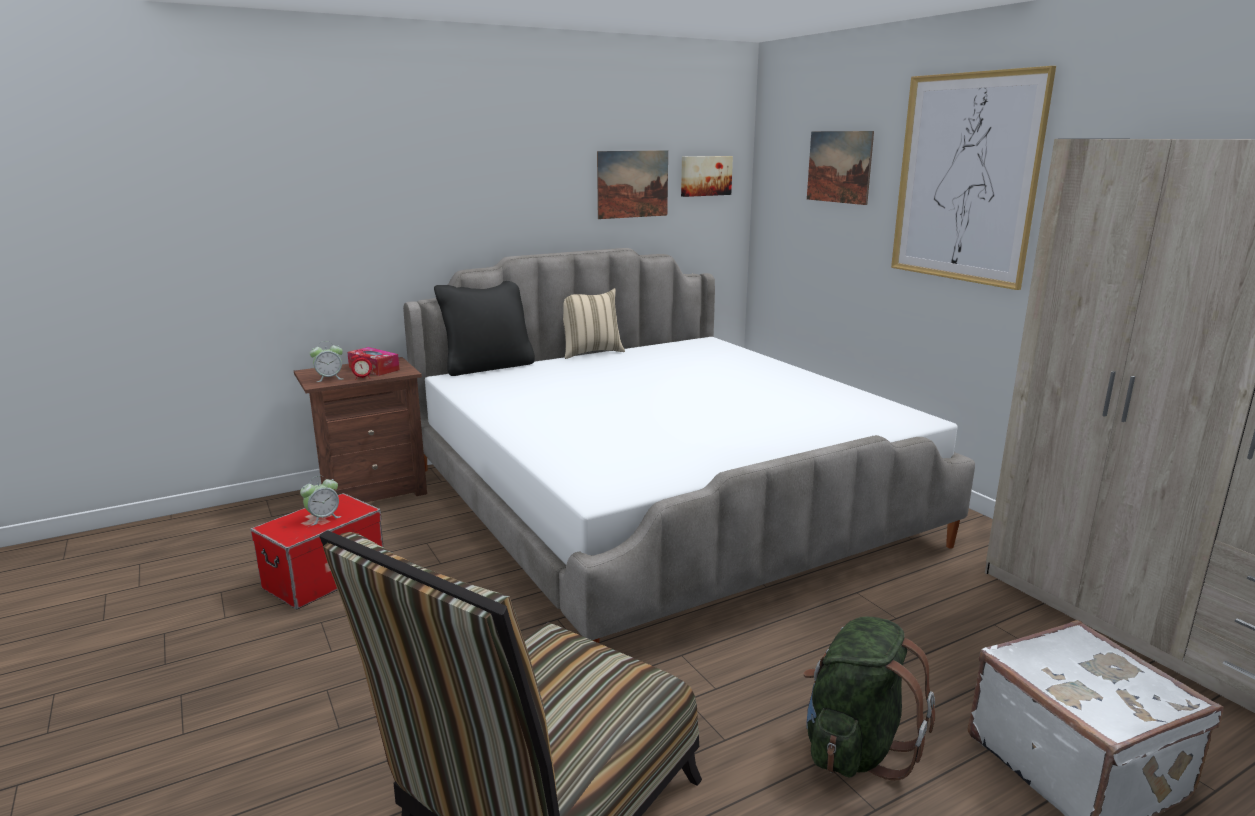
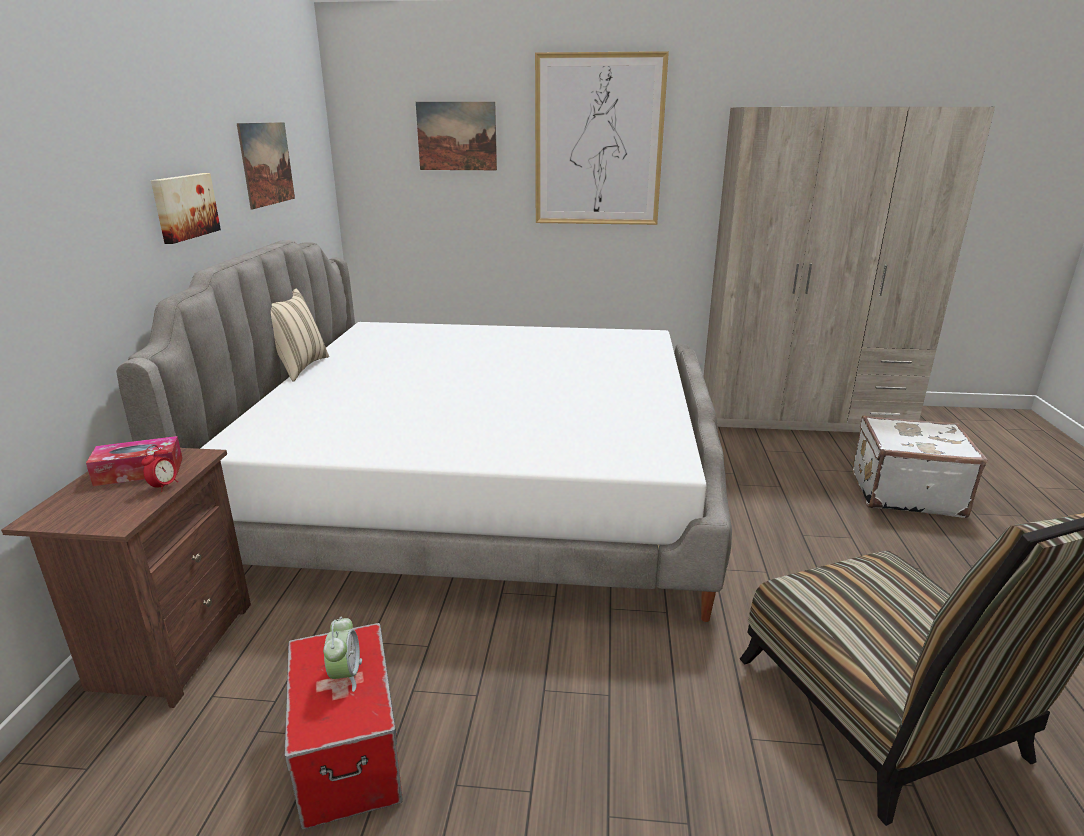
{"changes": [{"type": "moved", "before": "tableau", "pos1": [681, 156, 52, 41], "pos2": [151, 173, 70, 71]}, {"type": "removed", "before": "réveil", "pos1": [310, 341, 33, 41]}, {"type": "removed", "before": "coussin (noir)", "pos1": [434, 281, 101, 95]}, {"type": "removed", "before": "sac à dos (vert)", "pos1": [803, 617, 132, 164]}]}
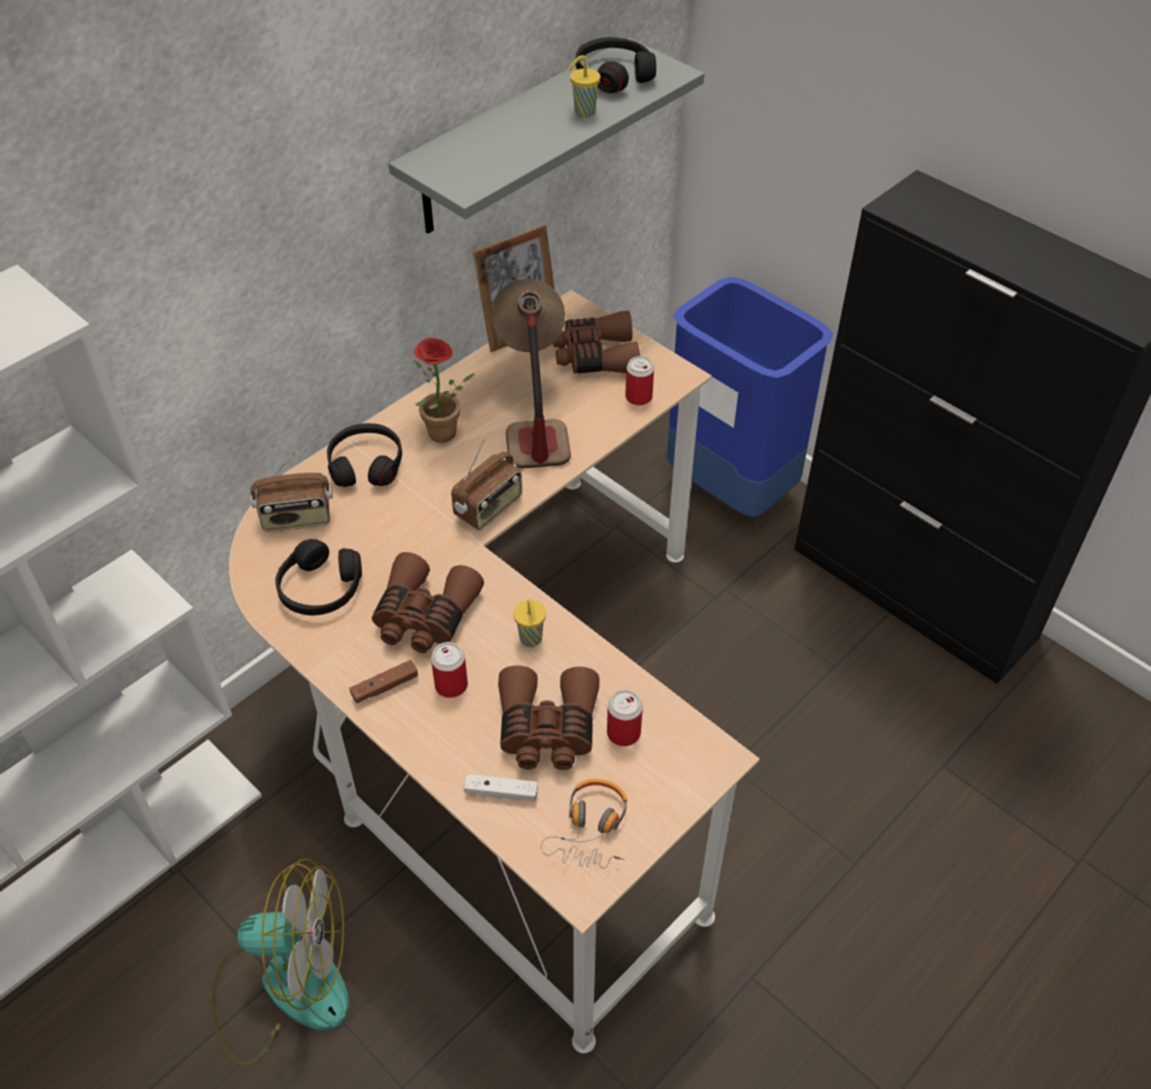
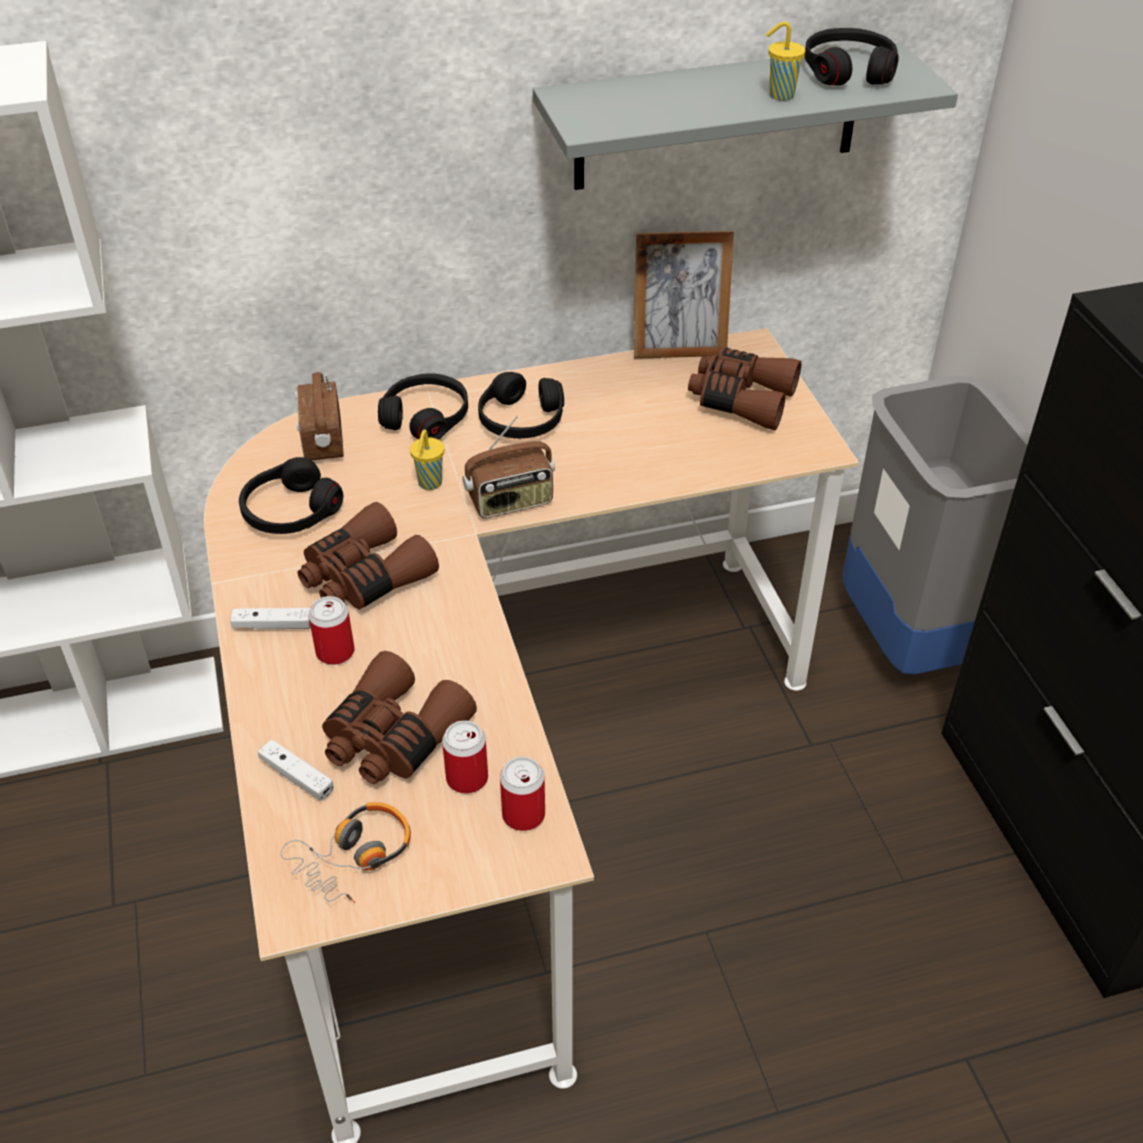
{"changes": [{"type": "recoloured", "before": "manette (marron)", "after": "manette (blanc)", "pos1": [350, 660, 68, 44], "pos2": [230, 608, 81, 21]}, {"type": "turned", "before": "radio", "pos1": [250, 451, 83, 81], "pos2": [295, 372, 49, 88], "turn": 60}, {"type": "moved", "before": "tasse (jaune)", "pos1": [513, 599, 33, 48], "pos2": [410, 429, 35, 61]}, {"type": "replaced", "before": "plante en pot", "after": "casque audio (noir)", "pos1": [413, 338, 62, 105], "pos2": [478, 372, 86, 67]}, {"type": "moved", "before": "boîte métallique", "pos1": [625, 356, 29, 49], "pos2": [500, 757, 45, 74]}, {"type": "recoloured", "before": "poubelle (bleu)", "after": "poubelle (gris)", "pos1": [667, 277, 166, 240], "pos2": [843, 376, 188, 299]}, {"type": "removed", "before": "ventilateur", "pos1": [211, 859, 138, 207]}, {"type": "removed", "before": "lampe de table", "pos1": [491, 279, 80, 190]}]}
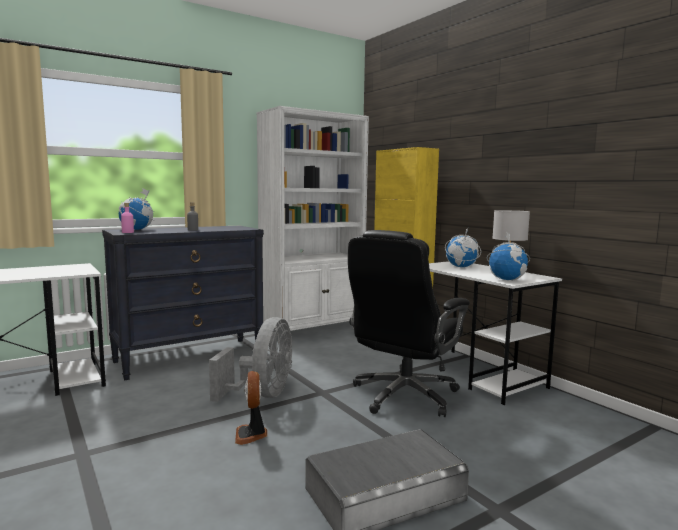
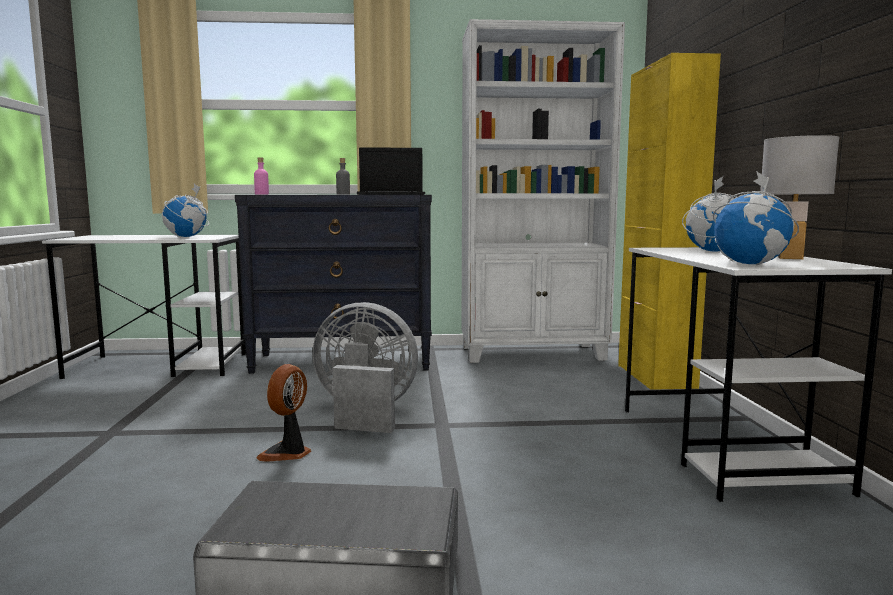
{"changes": [{"type": "moved", "before": "globe", "pos1": [119, 188, 36, 42], "pos2": [162, 184, 47, 53]}, {"type": "turned", "before": "ventilateur (gris)", "pos1": [209, 317, 83, 85], "pos2": [313, 302, 105, 131], "turn": -120}, {"type": "added", "after": "ordinateur portable", "pos2": [357, 147, 68, 48]}, {"type": "removed", "before": "chaise de bureau (noir)", "pos1": [348, 230, 122, 187]}]}
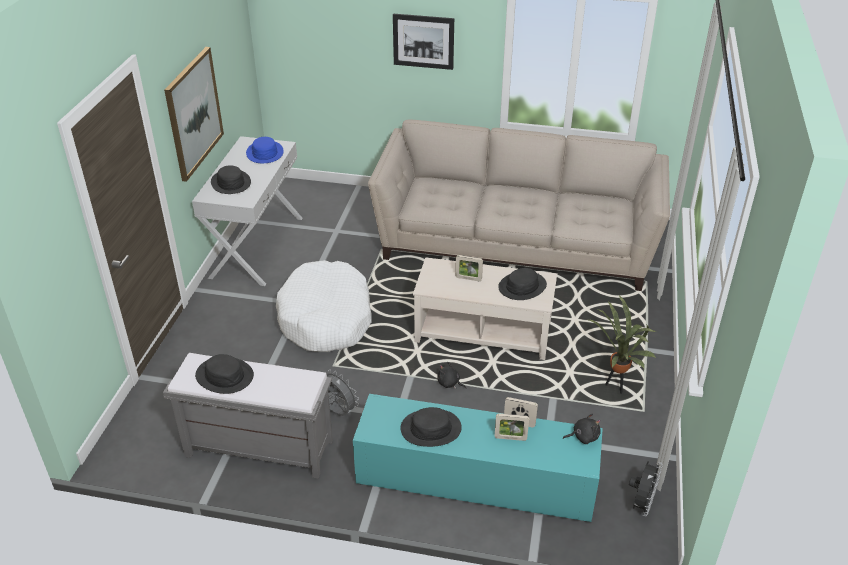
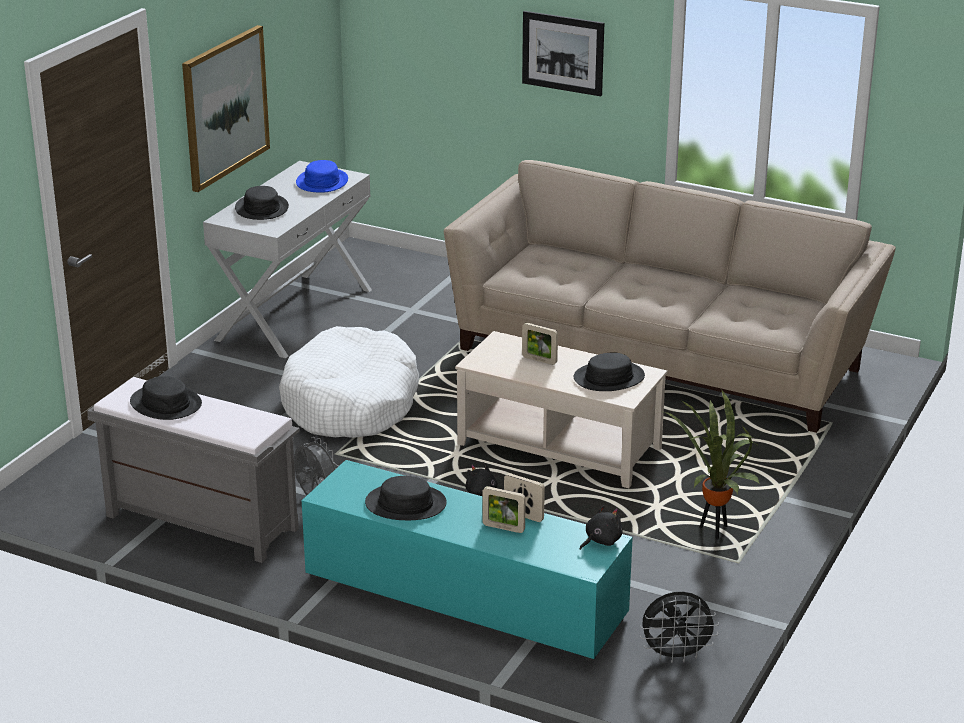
{"changes": [{"type": "turned", "before": "peluche (noir)", "pos1": [563, 413, 38, 31], "pos2": [580, 505, 42, 45], "turn": -45}, {"type": "turned", "before": "ventilateur (noir)", "pos1": [629, 461, 34, 55], "pos2": [640, 592, 79, 71], "turn": 45}]}
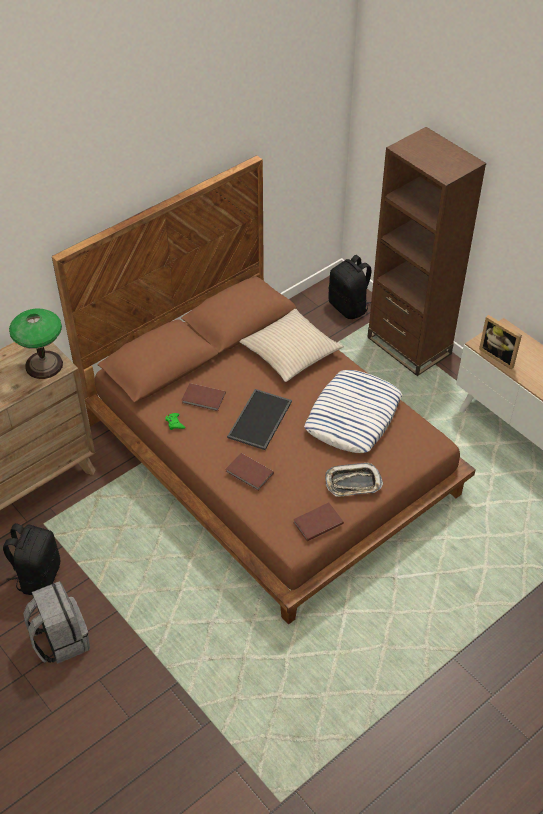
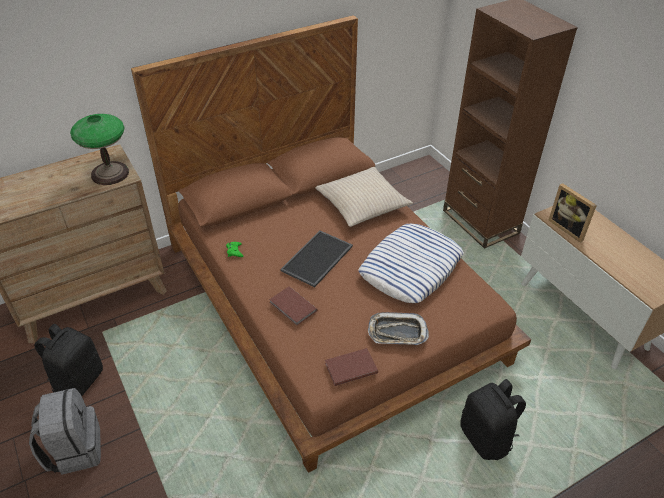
{"changes": [{"type": "moved", "before": "sac à dos (noir)", "pos1": [328, 255, 43, 64], "pos2": [460, 379, 66, 81]}, {"type": "removed", "before": "livre (marron)", "pos1": [182, 383, 44, 28]}]}
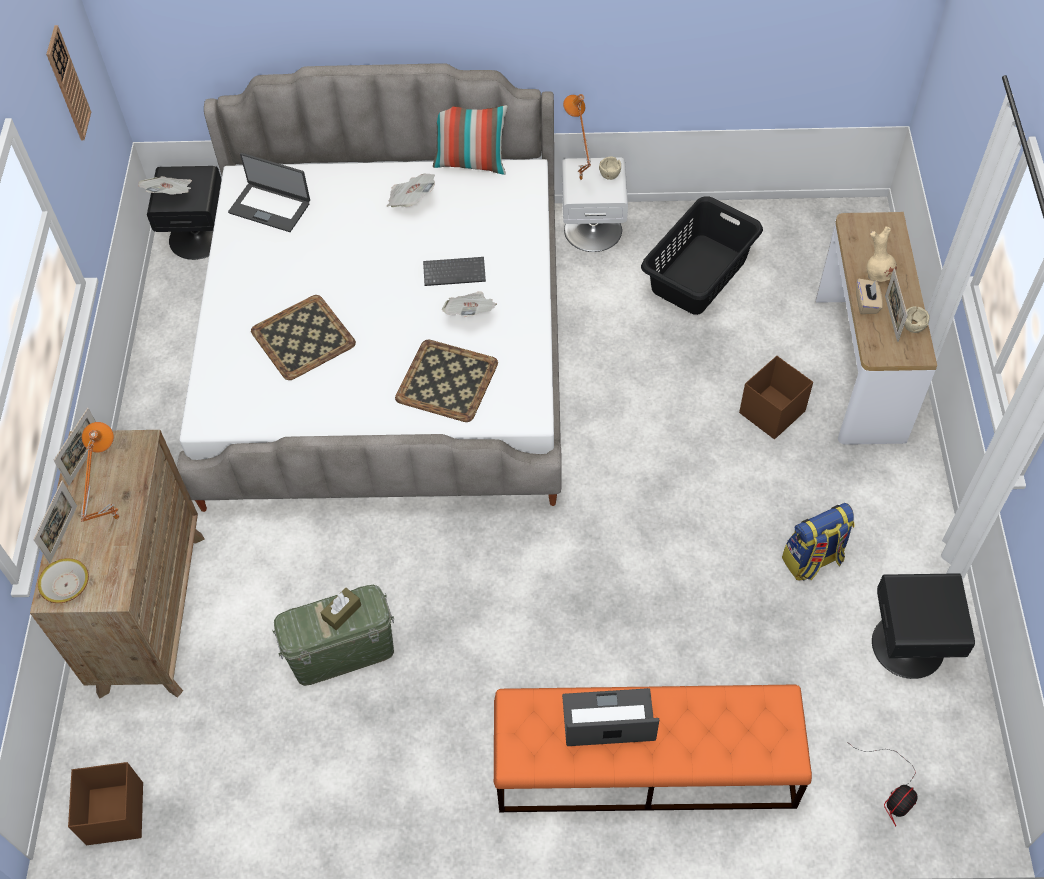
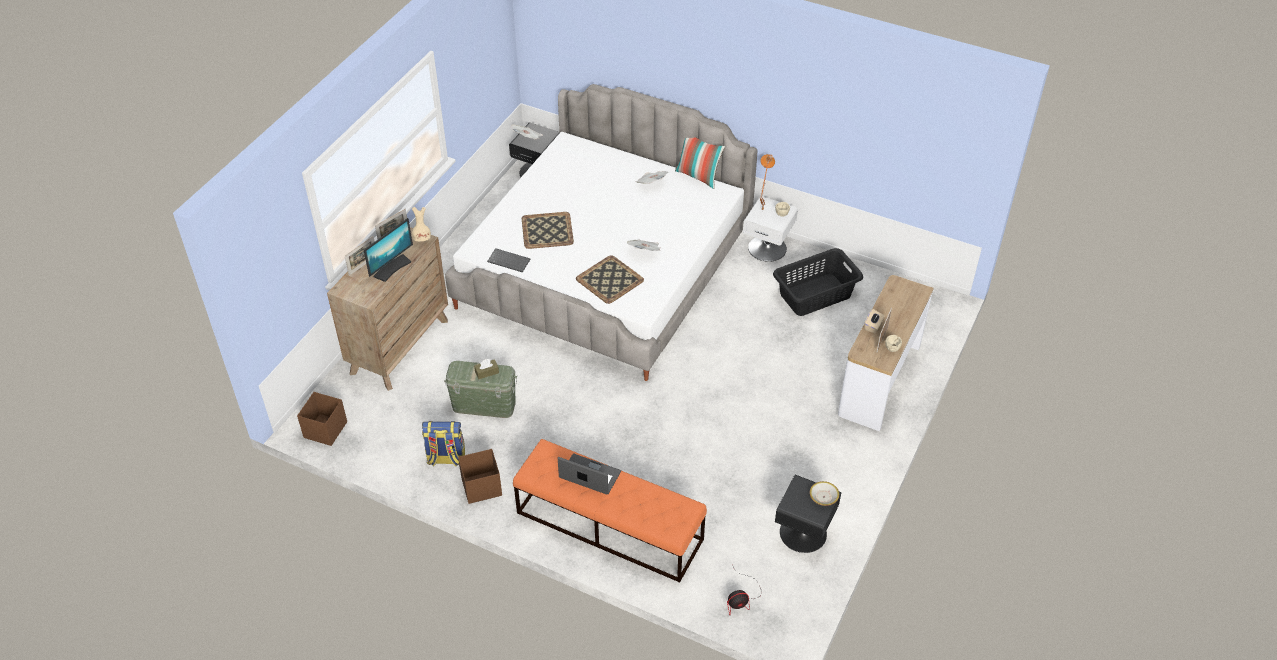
{"changes": [{"type": "replaced", "before": "lampe de table (orange)", "after": "écran d'ordinateur", "pos1": [81, 422, 38, 100], "pos2": [364, 218, 49, 64]}, {"type": "moved", "before": "vase (beige)", "pos1": [867, 226, 30, 56], "pos2": [412, 207, 19, 34]}, {"type": "moved", "before": "sac à dos", "pos1": [782, 503, 72, 77], "pos2": [422, 421, 43, 46]}, {"type": "moved", "before": "boîte de rangement (marron)", "pos1": [739, 356, 74, 83], "pos2": [458, 449, 44, 55]}, {"type": "moved", "before": "clavier", "pos1": [423, 257, 63, 29], "pos2": [487, 248, 43, 24]}, {"type": "moved", "before": "bol", "pos1": [38, 558, 51, 45], "pos2": [810, 481, 29, 25]}, {"type": "removed", "before": "horloge murale", "pos1": [46, 25, 45, 115]}, {"type": "removed", "before": "ordinateur portable", "pos1": [228, 153, 82, 79]}]}
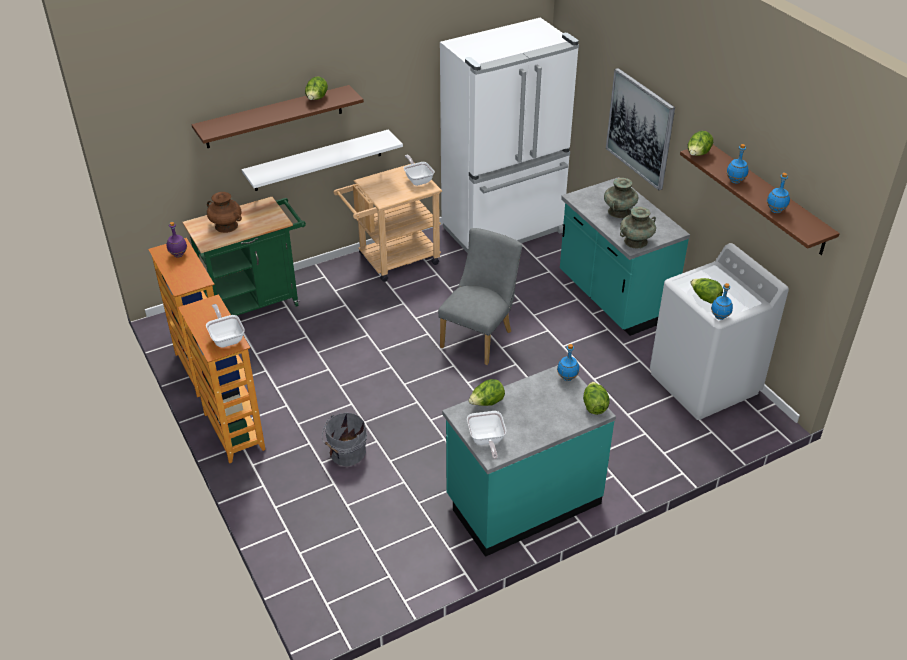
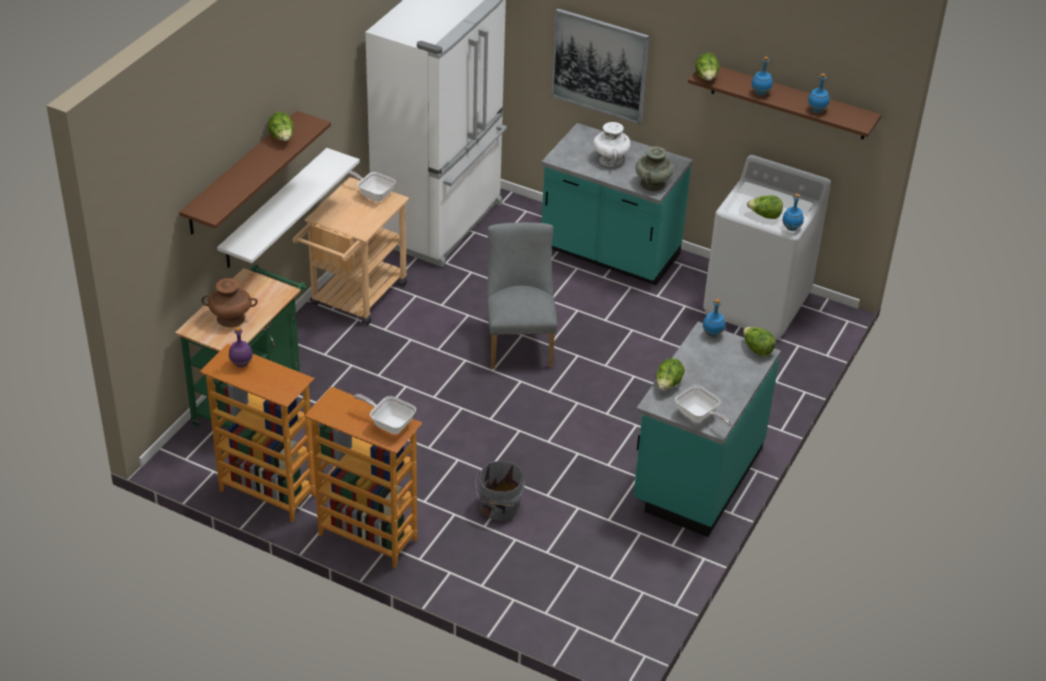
{"changes": [{"type": "recoloured", "before": "vase (turquoise)", "after": "vase (blanc)", "pos1": [604, 178, 35, 40], "pos2": [593, 122, 38, 44]}]}
